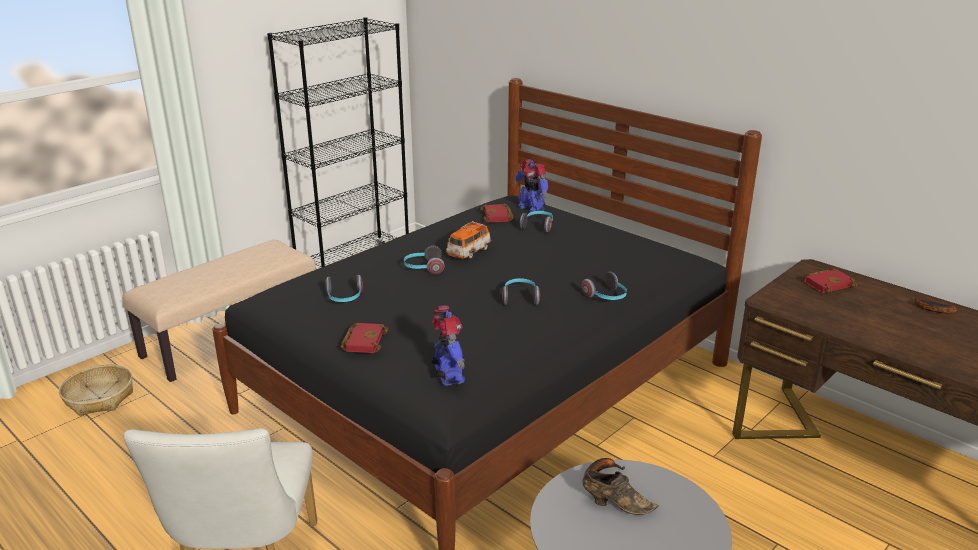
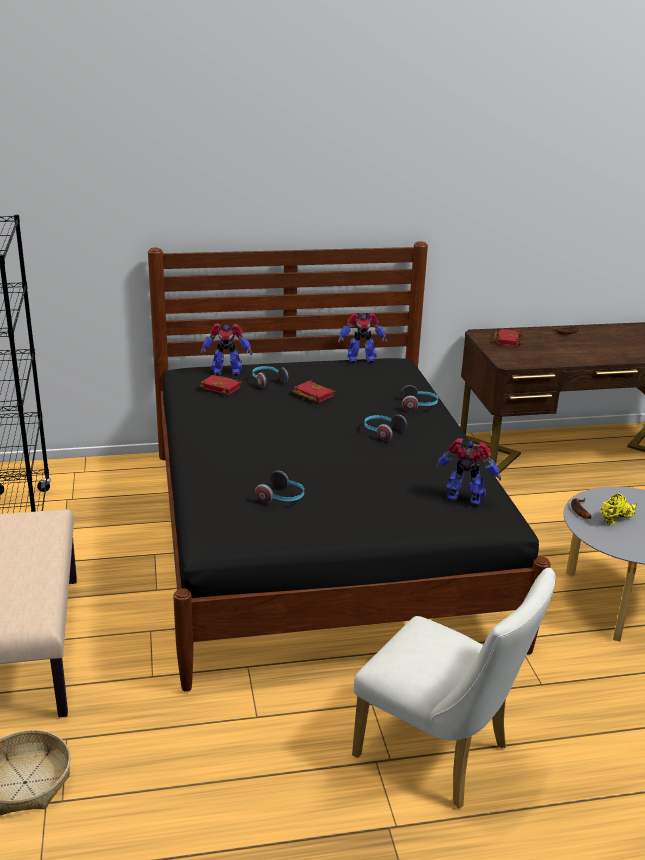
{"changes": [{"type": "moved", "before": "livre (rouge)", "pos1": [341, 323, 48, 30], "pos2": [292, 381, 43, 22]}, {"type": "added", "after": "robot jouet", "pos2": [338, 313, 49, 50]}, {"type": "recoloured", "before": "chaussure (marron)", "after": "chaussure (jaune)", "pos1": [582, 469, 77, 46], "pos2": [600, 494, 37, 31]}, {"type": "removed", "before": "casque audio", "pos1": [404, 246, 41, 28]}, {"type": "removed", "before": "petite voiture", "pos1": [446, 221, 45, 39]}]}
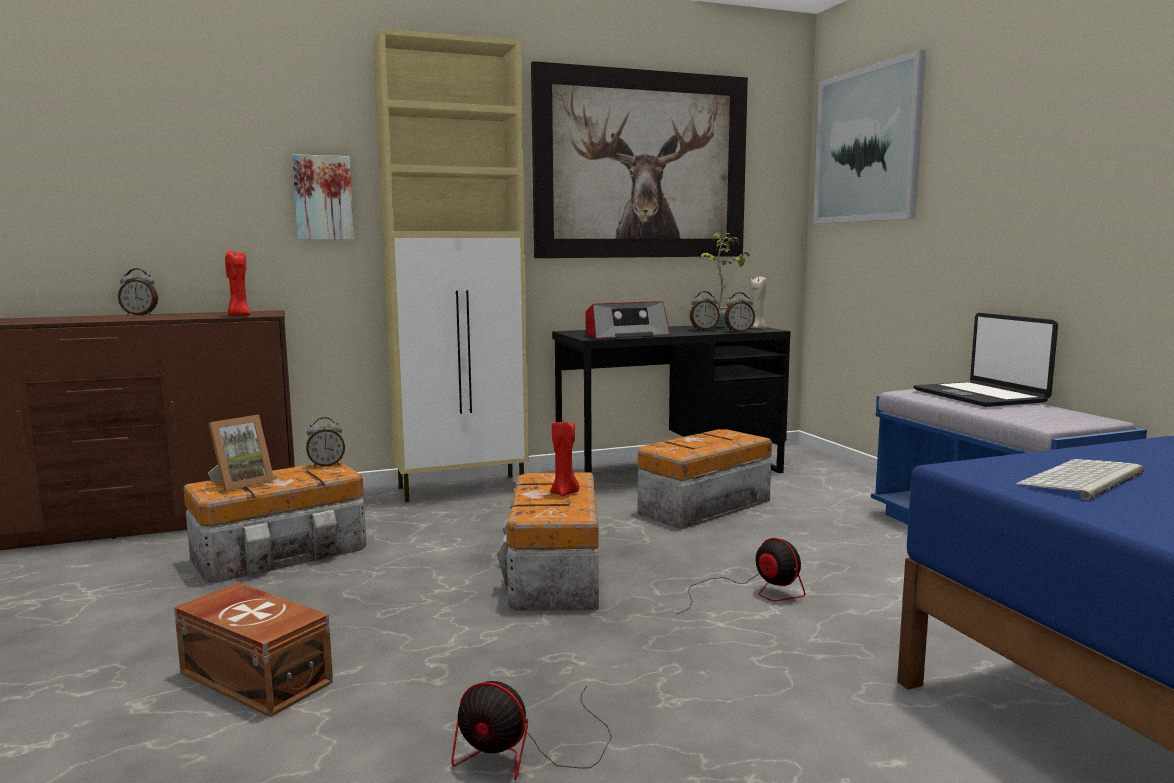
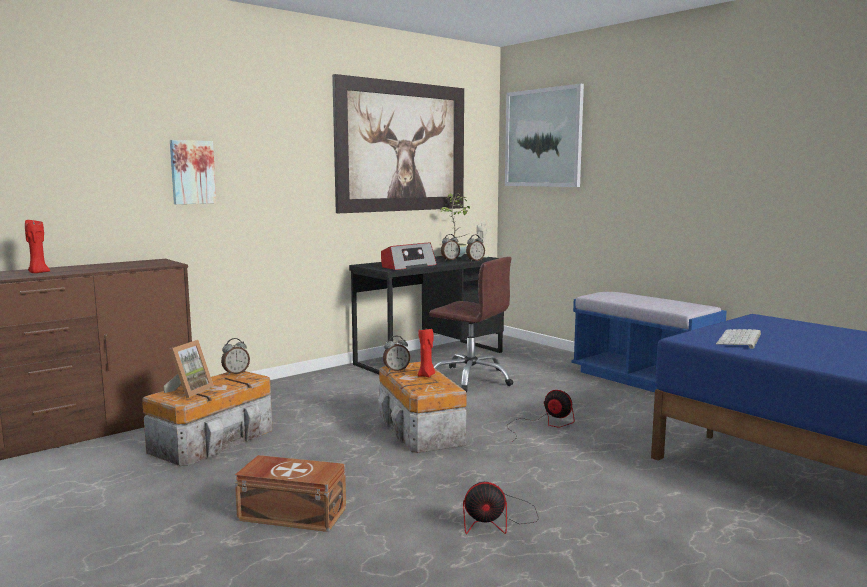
{"changes": [{"type": "moved", "before": "bougie (rouge)", "pos1": [225, 251, 26, 65], "pos2": [25, 219, 25, 54]}, {"type": "moved", "before": "réveil", "pos1": [118, 268, 40, 47], "pos2": [383, 336, 27, 36]}, {"type": "replaced", "before": "boîte de rangement", "after": "chaise de bureau (marron)", "pos1": [638, 429, 134, 101], "pos2": [429, 257, 84, 136]}, {"type": "removed", "before": "meuble de rangement (beige)", "pos1": [373, 28, 156, 474]}, {"type": "removed", "before": "ordinateur portable", "pos1": [914, 313, 144, 94]}]}
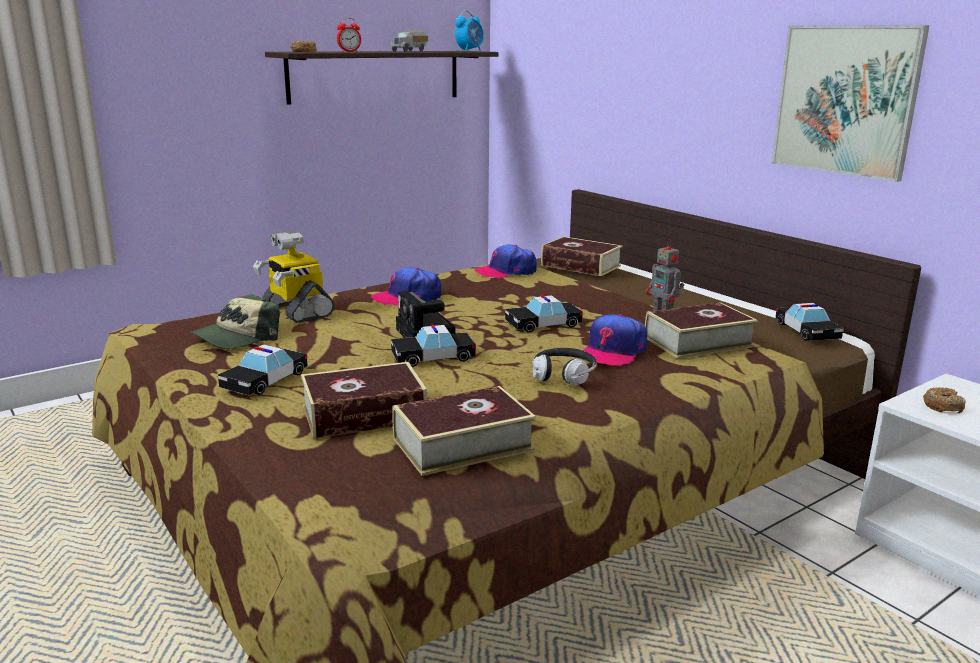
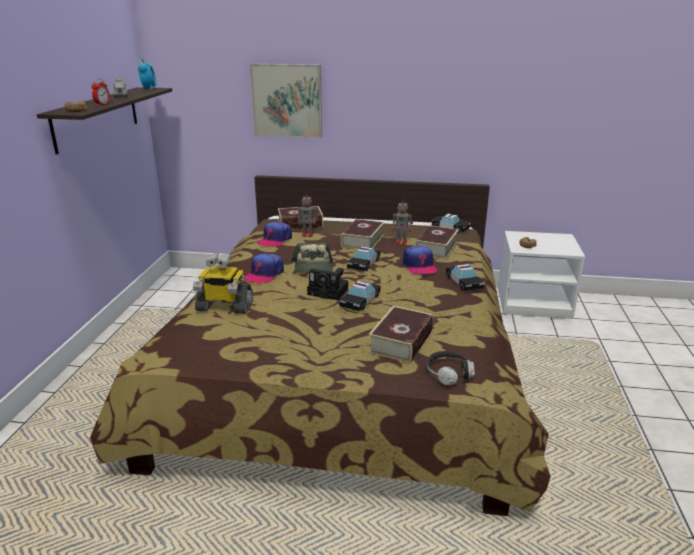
{"changes": [{"type": "moved", "before": "tableau", "pos1": [771, 25, 158, 157], "pos2": [250, 64, 72, 74]}, {"type": "moved", "before": "casquette", "pos1": [190, 294, 90, 55], "pos2": [291, 242, 42, 30]}, {"type": "added", "after": "robot jouet", "pos2": [298, 192, 20, 45]}, {"type": "moved", "before": "livre", "pos1": [392, 386, 144, 90], "pos2": [341, 219, 44, 31]}, {"type": "moved", "before": "casque audio", "pos1": [532, 348, 65, 37], "pos2": [426, 351, 49, 35]}, {"type": "moved", "before": "petite voiture", "pos1": [218, 345, 90, 50], "pos2": [446, 264, 39, 27]}]}
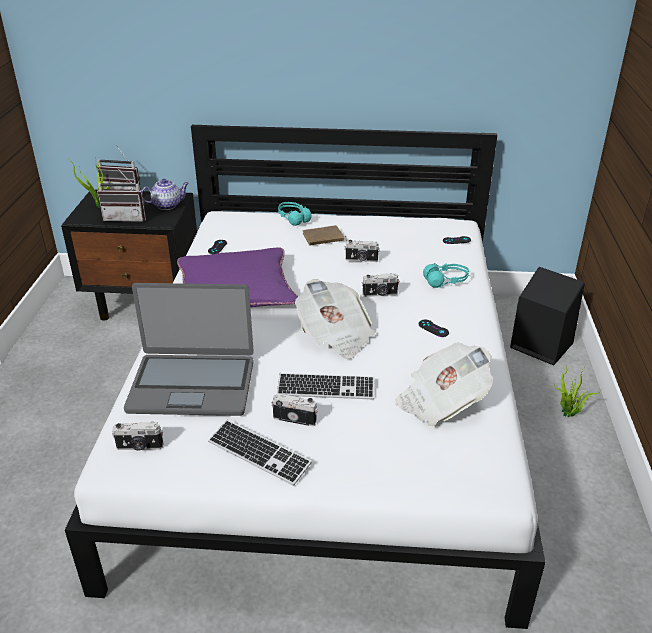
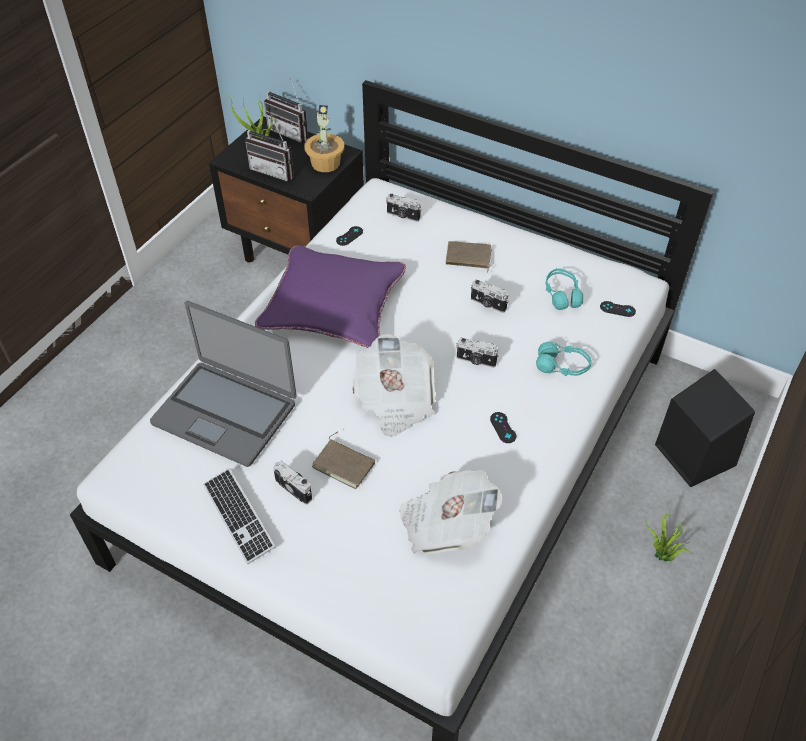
{"changes": [{"type": "replaced", "before": "théière", "after": "plante en pot", "pos1": [142, 179, 47, 31], "pos2": [305, 105, 39, 67]}, {"type": "replaced", "before": "clavier", "after": "livre (marron)", "pos1": [277, 373, 98, 27], "pos2": [312, 431, 63, 58]}, {"type": "moved", "before": "appareil photo", "pos1": [112, 422, 51, 28], "pos2": [386, 194, 35, 28]}, {"type": "moved", "before": "casque audio (turquoise)", "pos1": [278, 202, 34, 24], "pos2": [545, 268, 39, 42]}]}
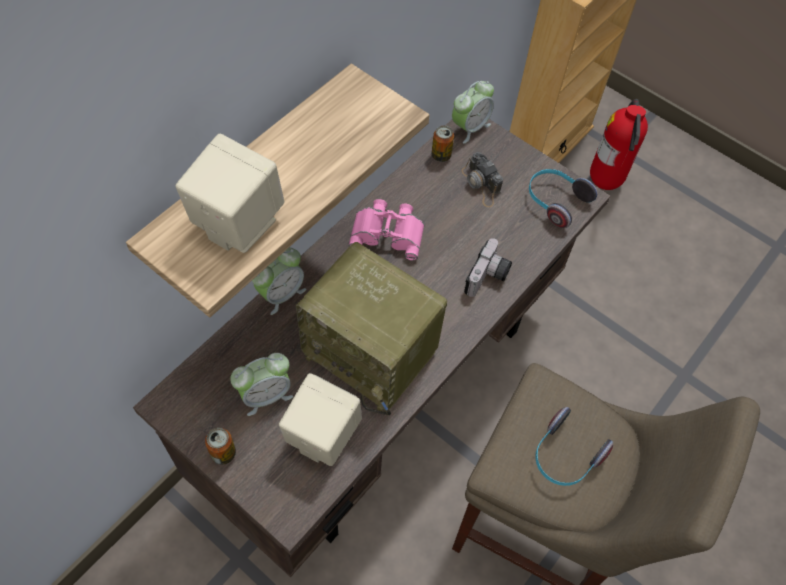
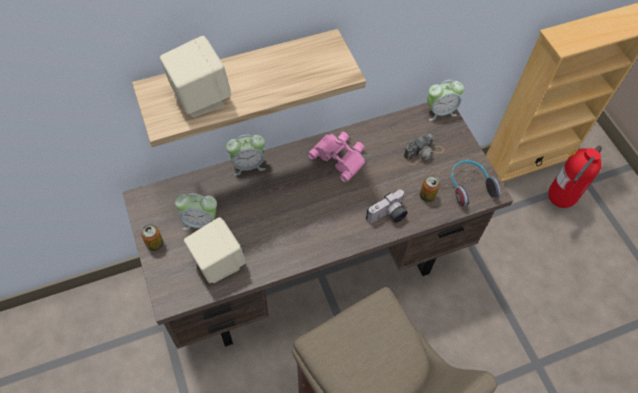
{"changes": [{"type": "turned", "before": "appareil photo", "pos1": [462, 152, 41, 55], "pos2": [404, 134, 40, 31], "turn": -120}, {"type": "moved", "before": "boîte métallique", "pos1": [431, 126, 23, 36], "pos2": [420, 175, 20, 27]}, {"type": "removed", "before": "radio", "pos1": [296, 242, 151, 173]}, {"type": "removed", "before": "casque audio", "pos1": [535, 407, 78, 79]}]}
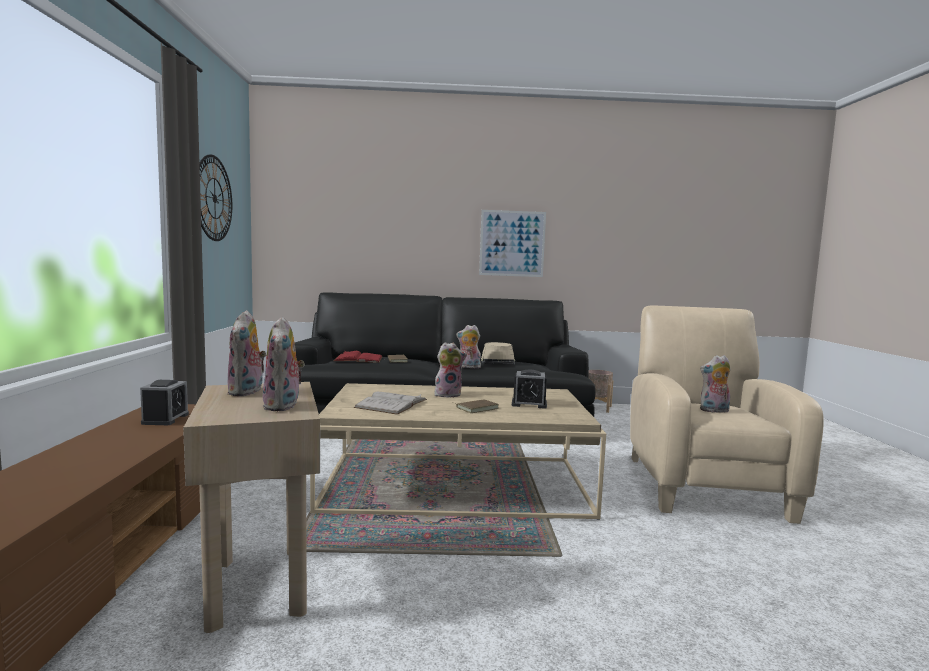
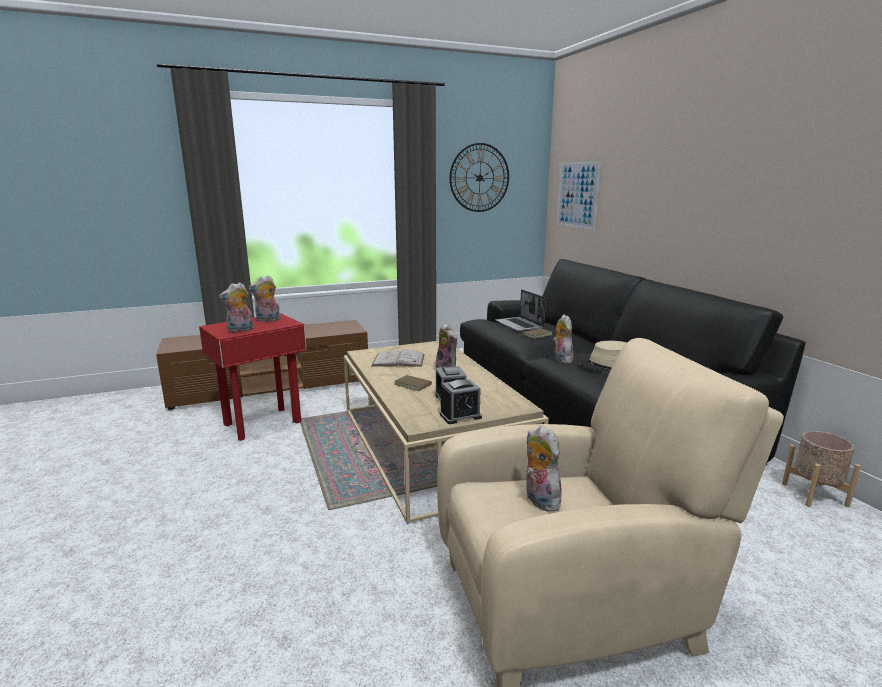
{"changes": [{"type": "recoloured", "before": "table d'appoint (beige)", "after": "table d'appoint (rouge)", "pos1": [183, 382, 137, 251], "pos2": [199, 313, 108, 128]}, {"type": "moved", "before": "réveil", "pos1": [140, 380, 49, 45], "pos2": [439, 379, 43, 45]}, {"type": "replaced", "before": "livre (rouge)", "after": "ordinateur portable", "pos1": [334, 351, 49, 12], "pos2": [495, 290, 51, 42]}, {"type": "moved", "before": "tableau", "pos1": [479, 210, 67, 67], "pos2": [557, 161, 44, 69]}]}
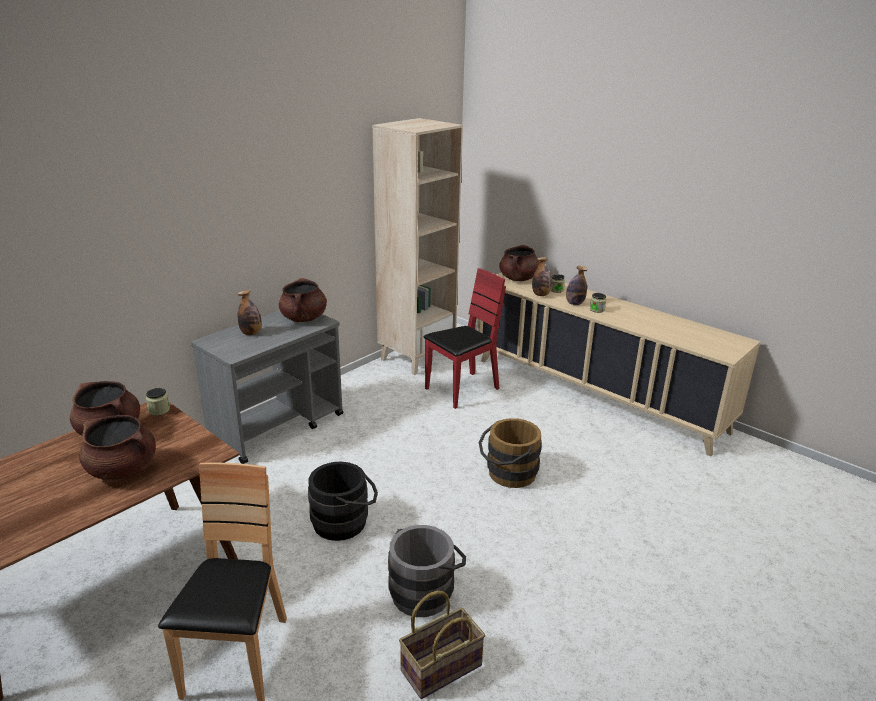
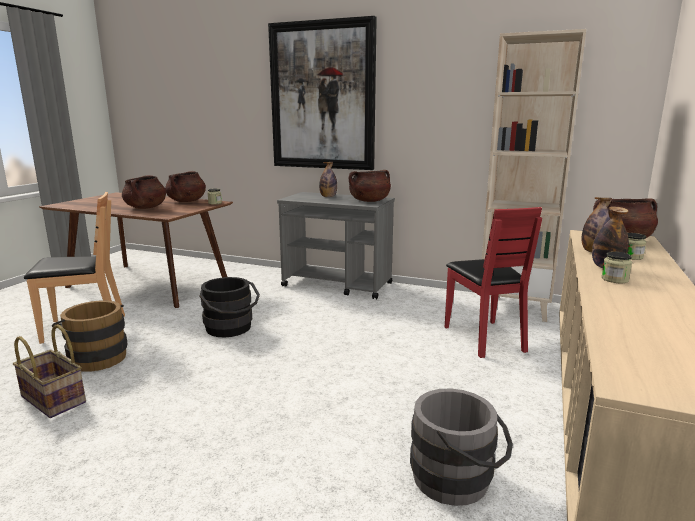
{"changes": [{"type": "moved", "before": "seau (marron)", "pos1": [479, 418, 63, 70], "pos2": [52, 301, 76, 71]}, {"type": "added", "after": "tableau", "pos2": [268, 16, 109, 154]}, {"type": "moved", "before": "seau (gris)", "pos1": [388, 525, 78, 92], "pos2": [410, 388, 103, 118]}, {"type": "turned", "before": "chaise (rouge)", "pos1": [424, 268, 82, 141], "pos2": [445, 207, 97, 151], "turn": 45}]}
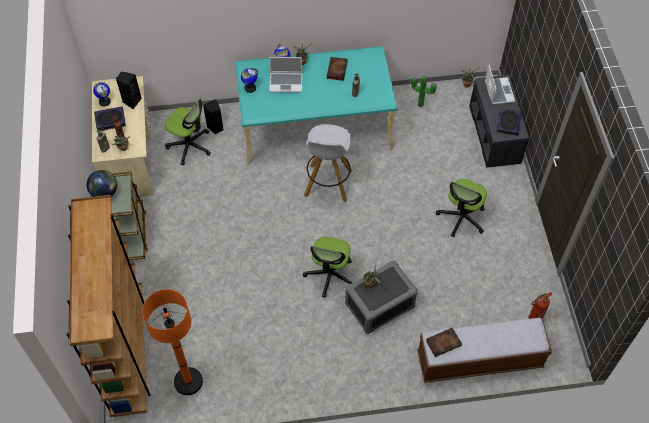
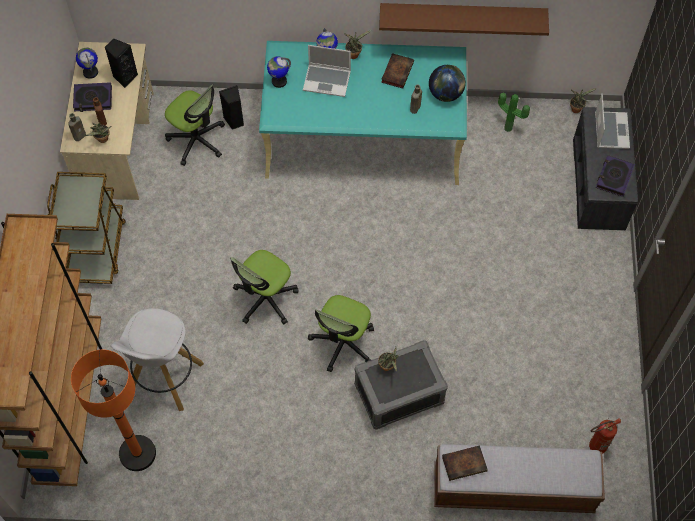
{"changes": [{"type": "moved", "before": "tabouret (blanc)", "pos1": [304, 124, 49, 78], "pos2": [111, 308, 93, 103]}, {"type": "moved", "before": "chaise de bureau", "pos1": [436, 179, 51, 58], "pos2": [230, 250, 68, 74]}, {"type": "added", "after": "étagère (marron)", "pos2": [379, 3, 170, 33]}, {"type": "moved", "before": "globe", "pos1": [87, 170, 30, 27], "pos2": [429, 65, 37, 37]}]}
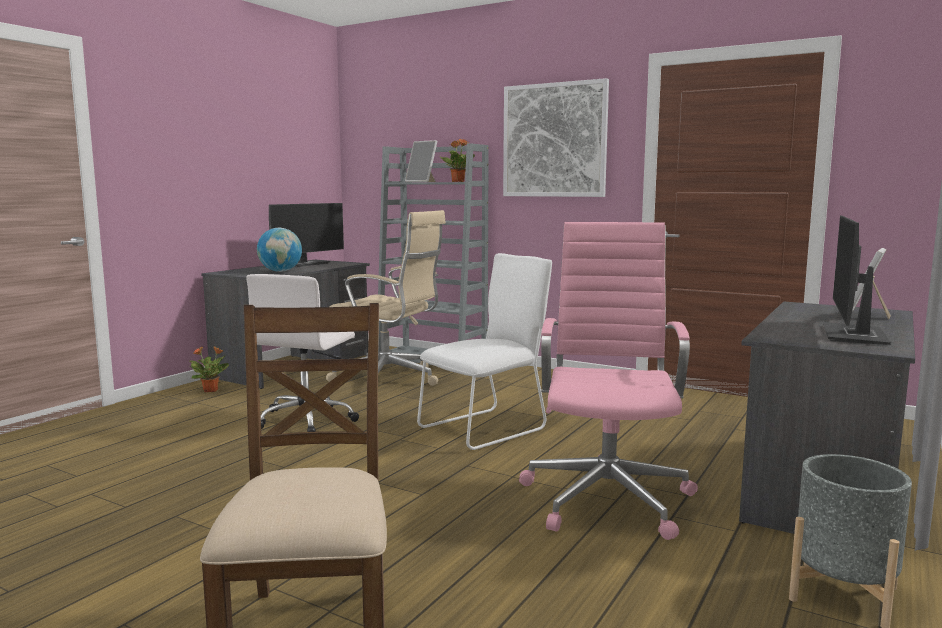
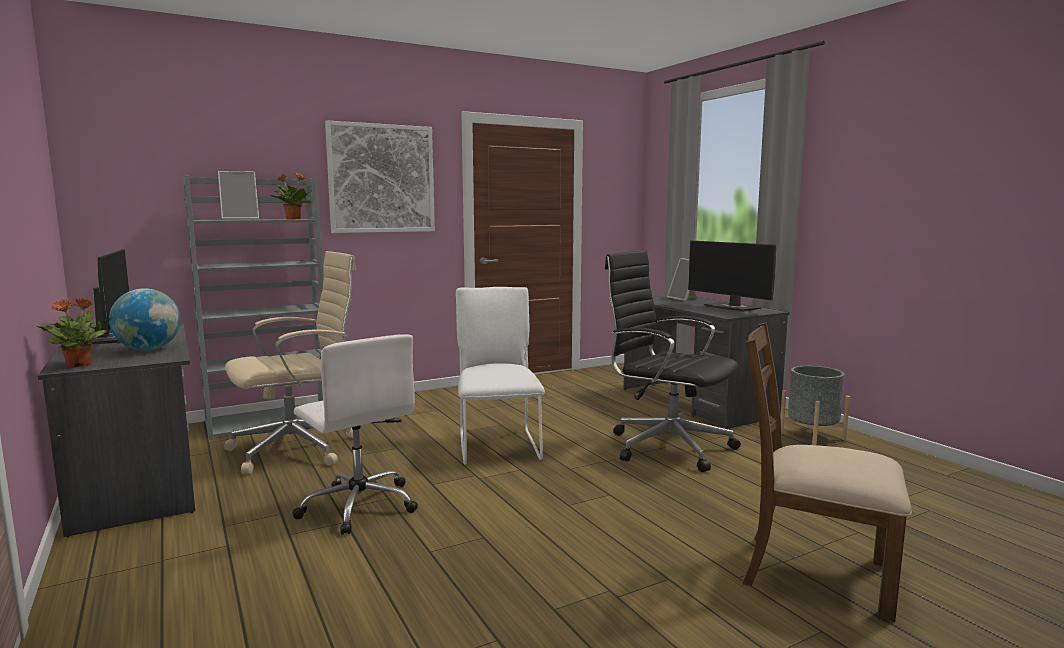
{"changes": [{"type": "moved", "before": "plante en pot", "pos1": [190, 346, 39, 46], "pos2": [36, 298, 75, 70]}, {"type": "recoloured", "before": "chaise de bureau (rose)", "after": "chaise de bureau (noir)", "pos1": [519, 222, 179, 318], "pos2": [605, 251, 136, 221]}]}
